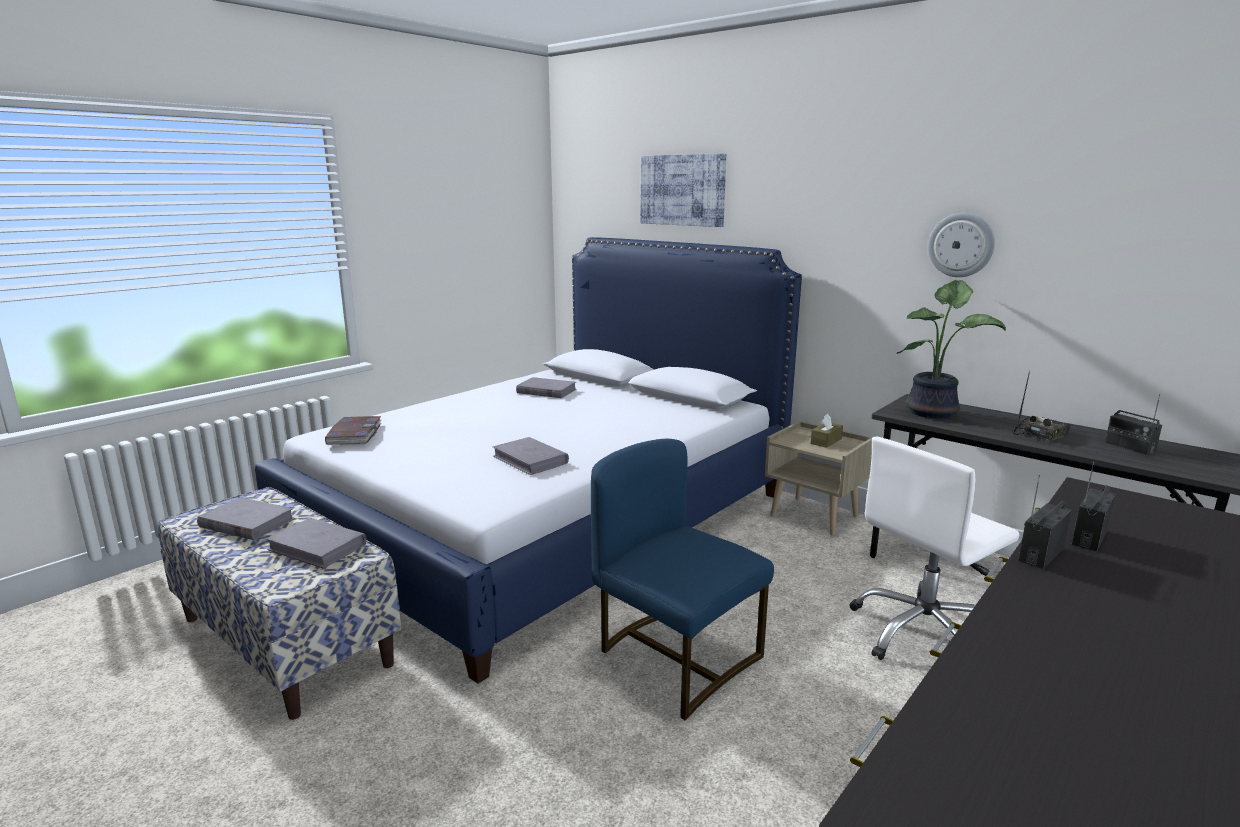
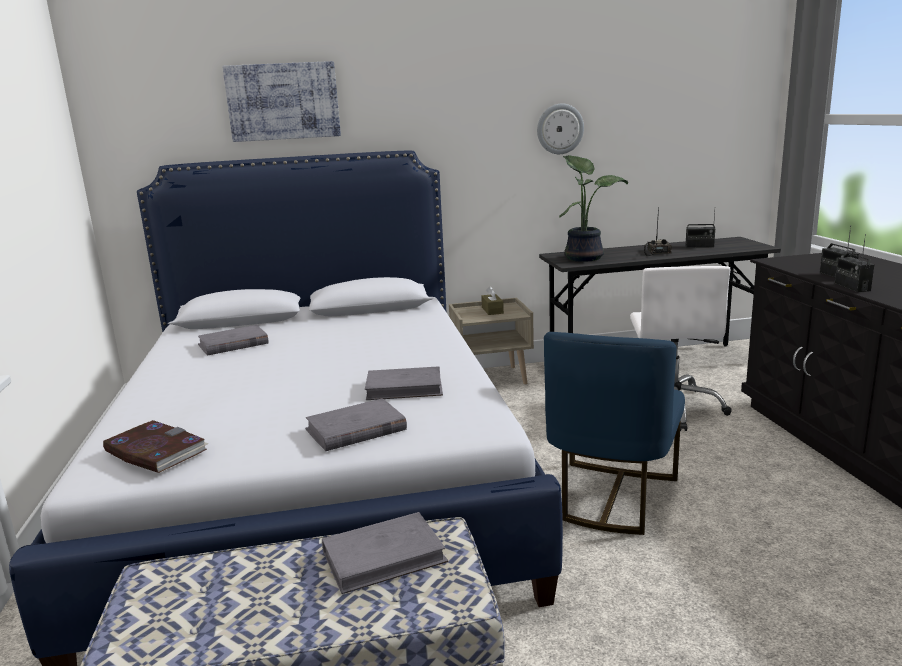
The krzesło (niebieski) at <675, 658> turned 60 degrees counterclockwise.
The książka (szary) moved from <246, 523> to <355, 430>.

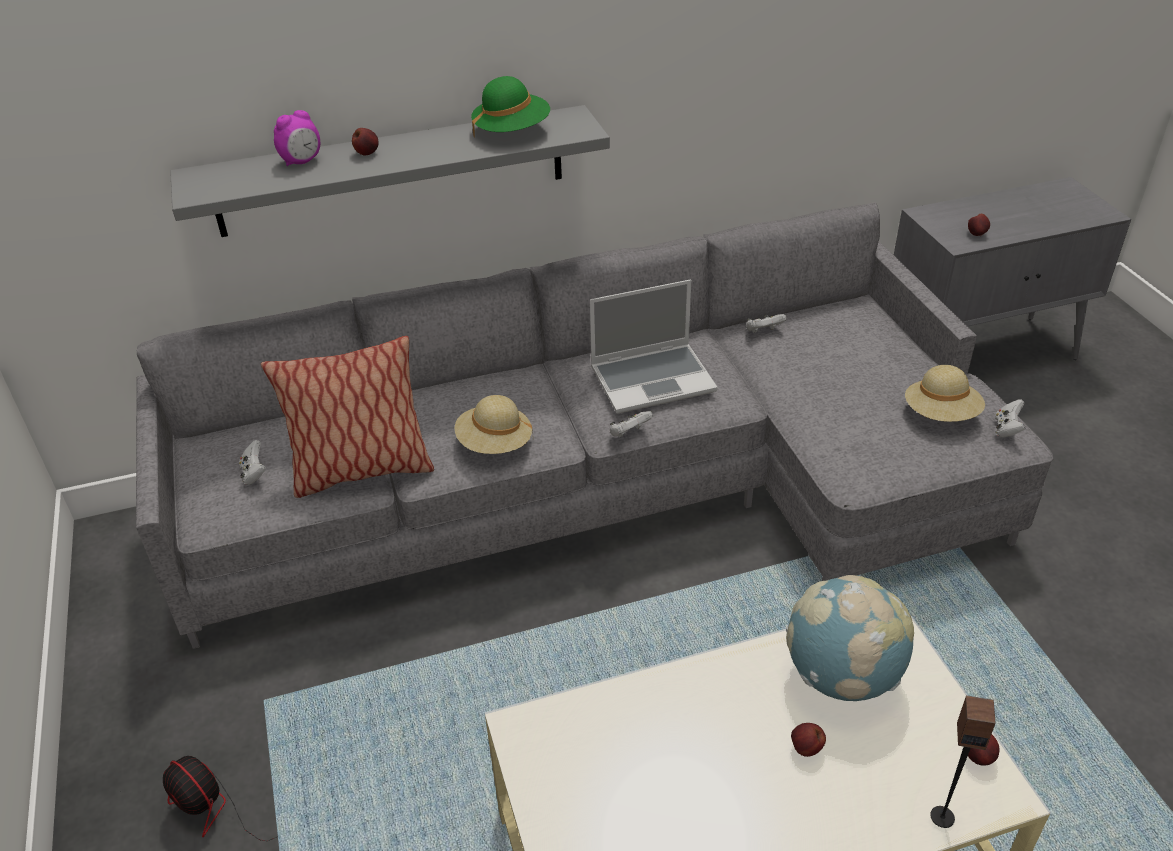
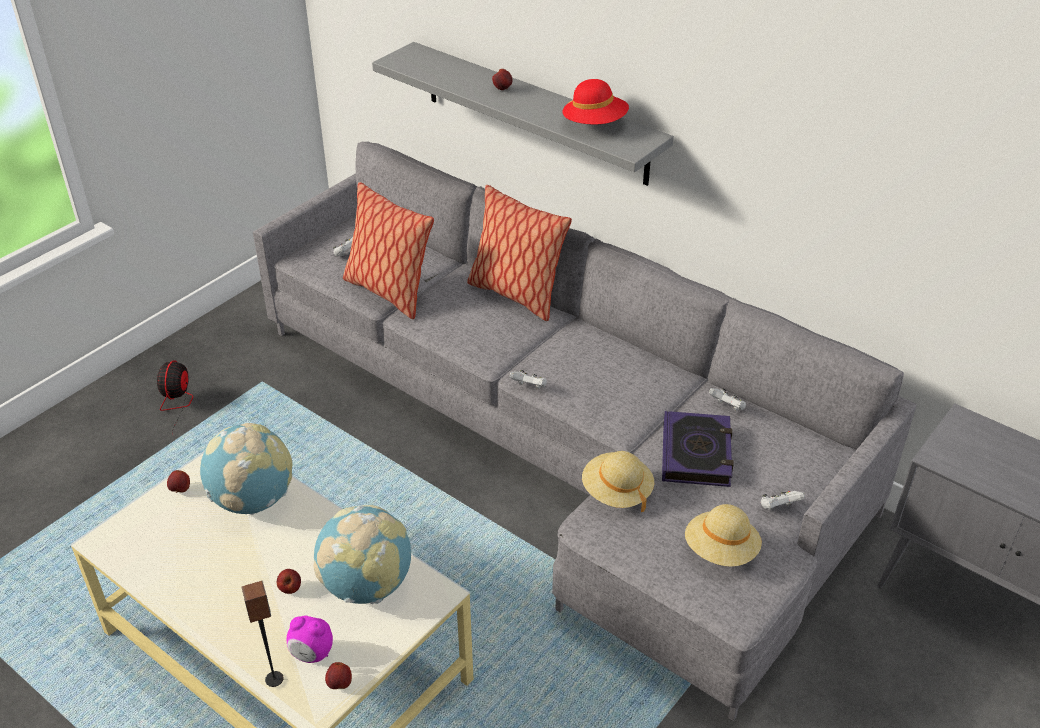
The kapelusz (zielony) at <512, 131> became the kapelusz (czerwony) at <595, 124>.
The budzik moved from <302, 161> to <312, 654>.
The jabłko moved from <977, 234> to <180, 490>.
The laptop at <653, 379> disappeared.
The kapelusz (beżowy) moved from <494, 444> to <616, 492>.
The pad do gier (biały) moved from <1006, 429> to <778, 508>.
The poduszka at <515, 294> appeared.
The książka at <696, 454> appeared.
The globus at <253, 500> appeared.

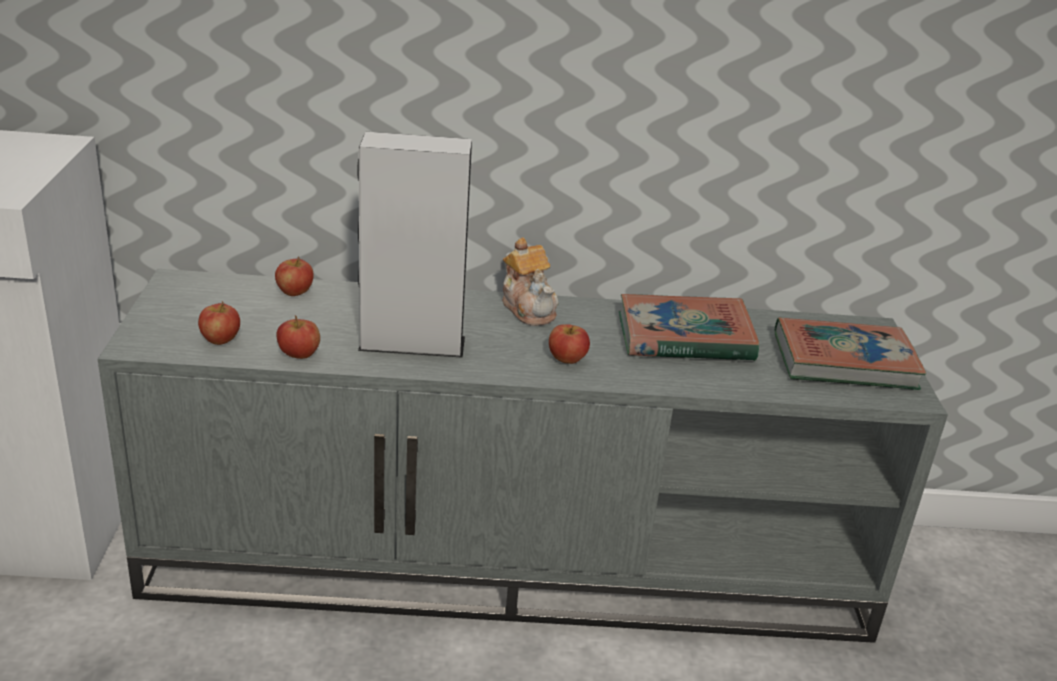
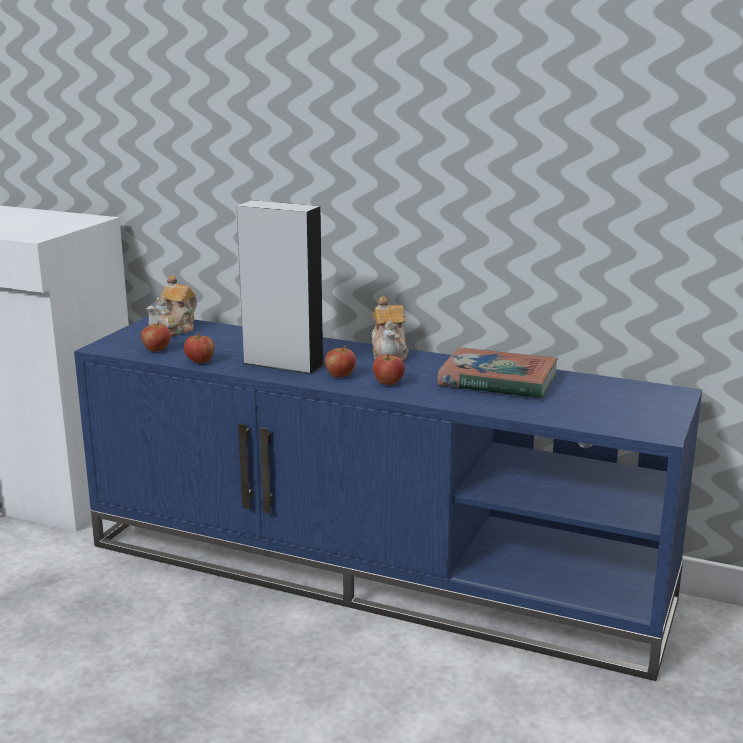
The jabłko moved from <294, 292> to <340, 375>.
The szafka pod telewizor (szary) at <513, 559> became the szafka pod telewizor (niebieski) at <377, 571>.
The książka at <844, 362> disappeared.
The imbryk at <174, 330> appeared.

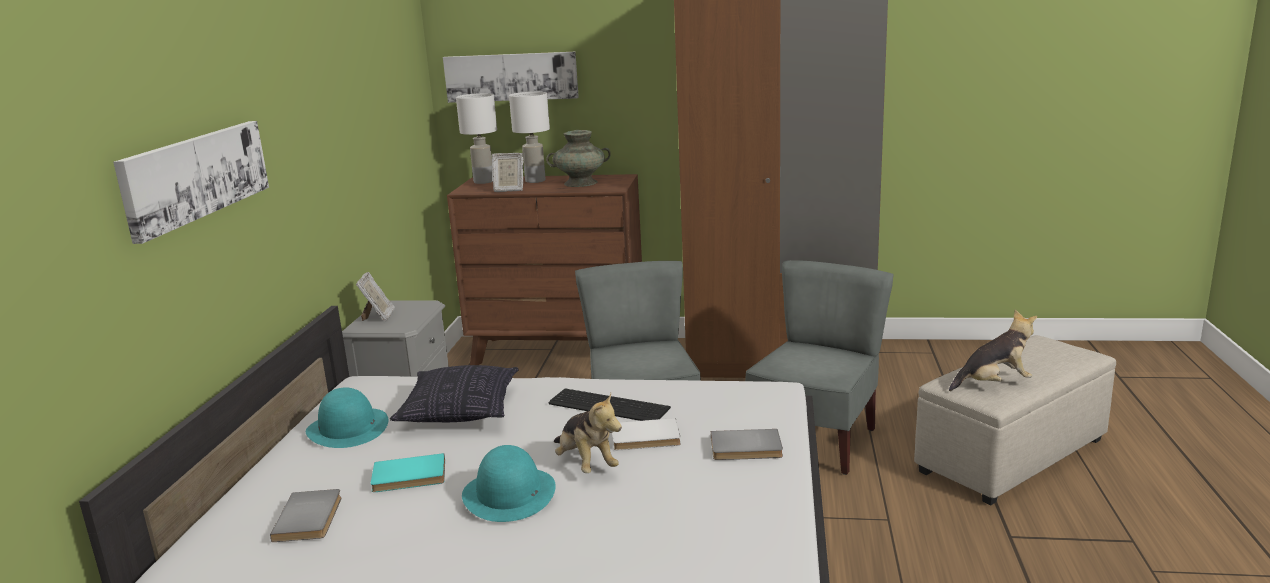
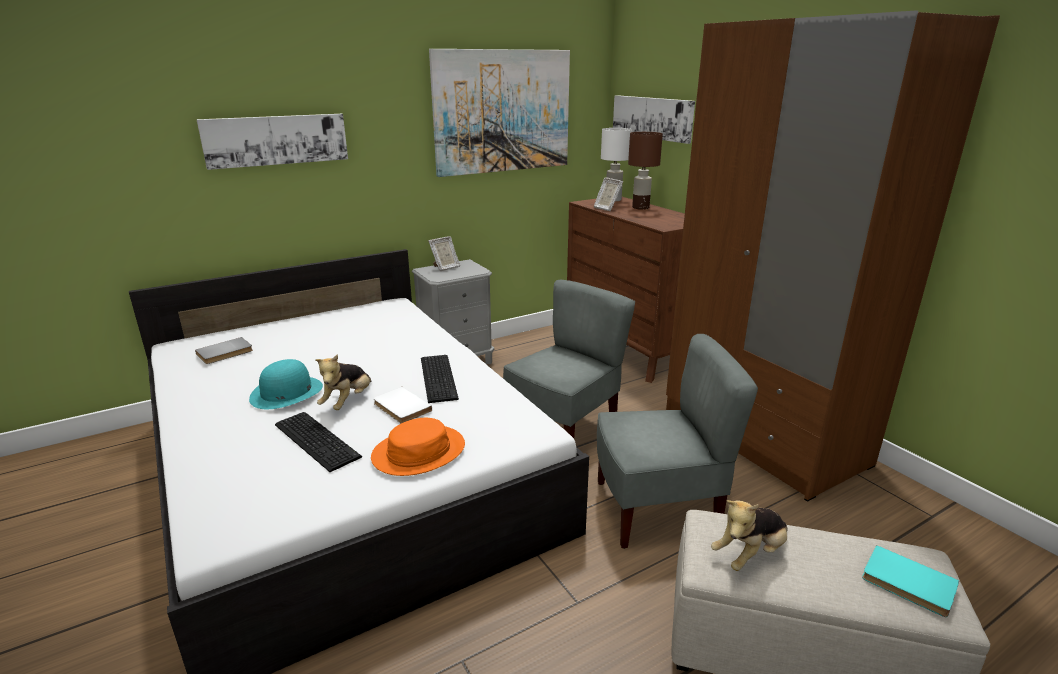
The lampa stołowa (biały) at <535, 181> became the lampa stołowa (brązowy) at <640, 208>.
The wazon (turkusowy) at <580, 183> disappeared.
The pluszak at <994, 383> turned 105 degrees clockwise.
The poduszka at <460, 411> disappeared.
The kapelusz (turkusowy) at <348, 428> disappeared.
The książka (szary) at <746, 449> was replaced by the kapelusz (pomarańczowy) at <418, 452>.
The książka (turkusowy) moved from <409, 477> to <908, 584>.
The obraz at <502, 112> appeared.
The klawiatura at <318, 439> appeared.

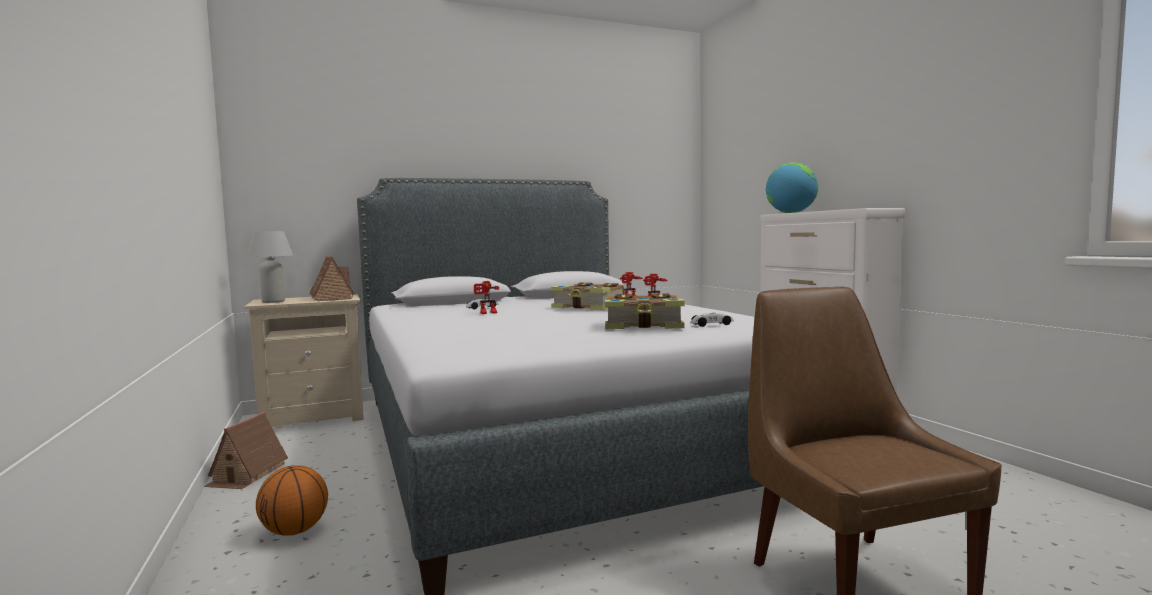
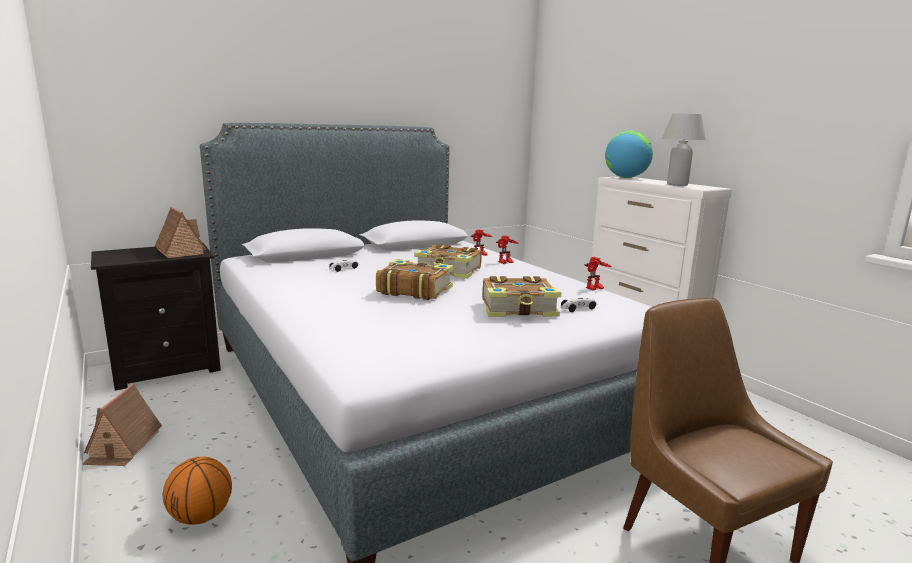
The lampa stołowa (biały) moved from <273, 301> to <677, 184>.
The robot zabawkowy moved from <487, 313> to <595, 289>.
The szafka nocna (beżowy) at <314, 417> became the szafka nocna (czarny) at <167, 368>.
The książka at <414, 290> appeared.

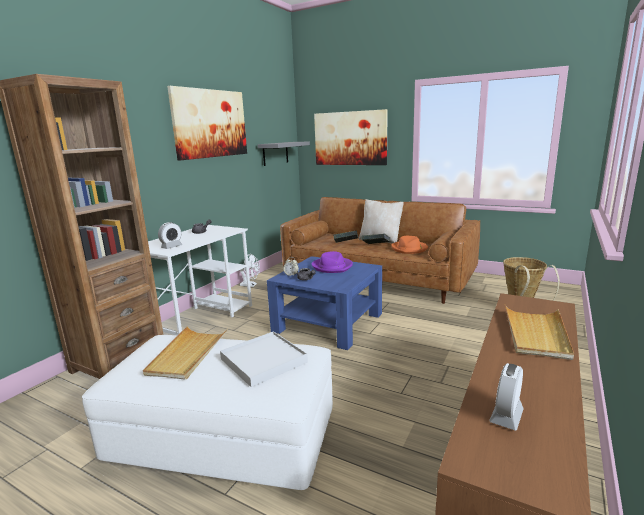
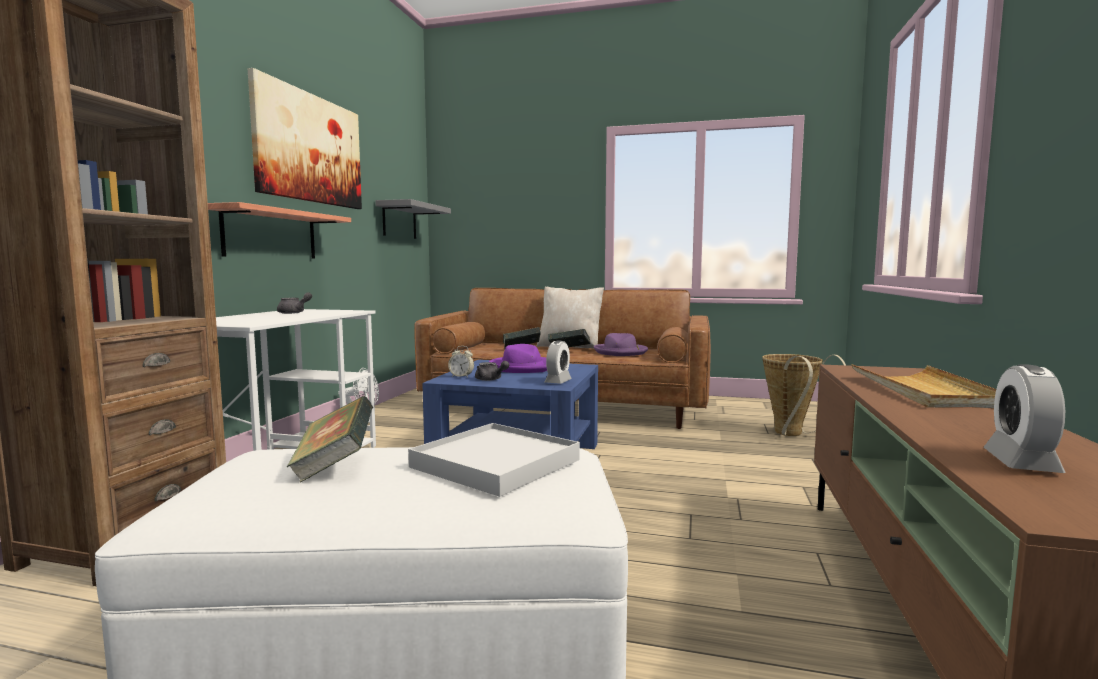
The obraz at <350, 138> disappeared.
The budzik moved from <171, 247> to <558, 381>.
The kapelusz (pomarańczowy) at <409, 249> became the kapelusz (fioletowy) at <621, 352>.
The taca (beżowy) at <188, 354> was replaced by the książka at <334, 466>.
The półka at <271, 234> appeared.

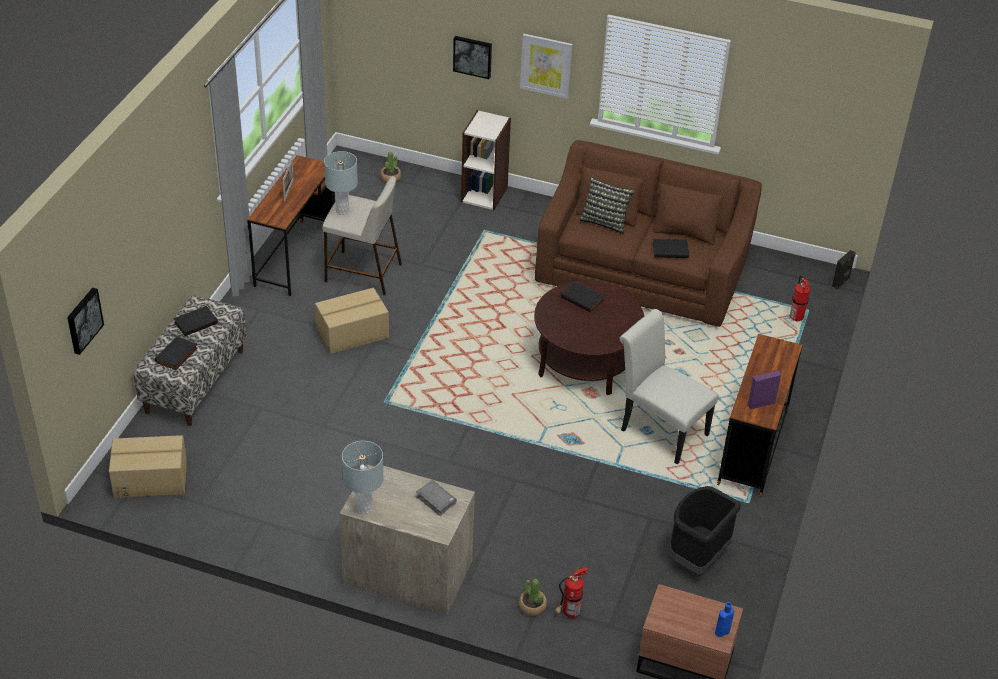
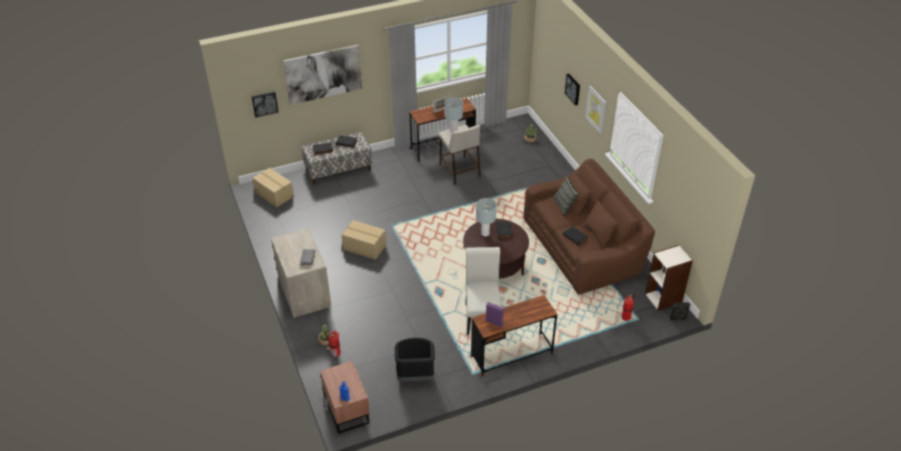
The regał moved from <484, 194> to <664, 298>.
The karton moved from <353, 334> to <364, 247>.
The lampa stołowa (szary) moved from <363, 508> to <485, 233>.
The obraz at <323, 74> appeared.

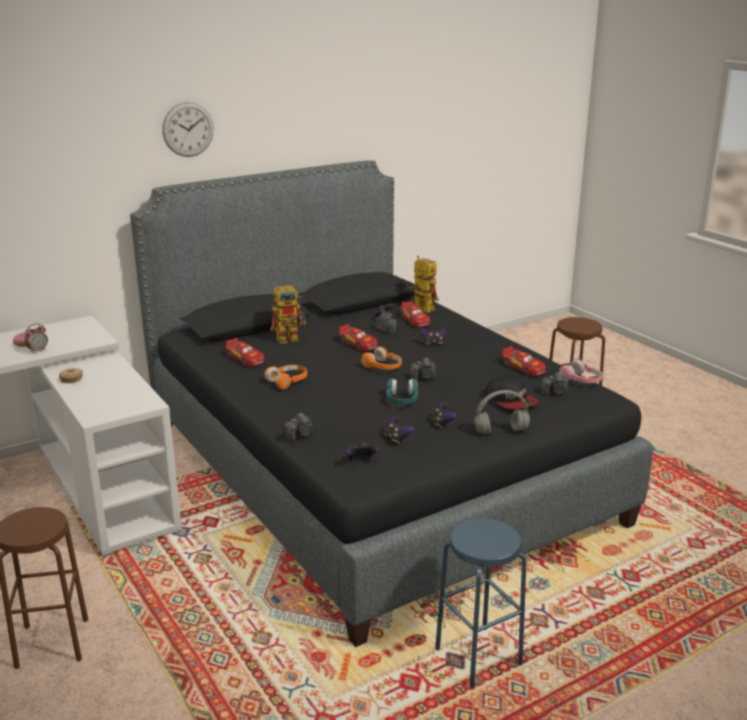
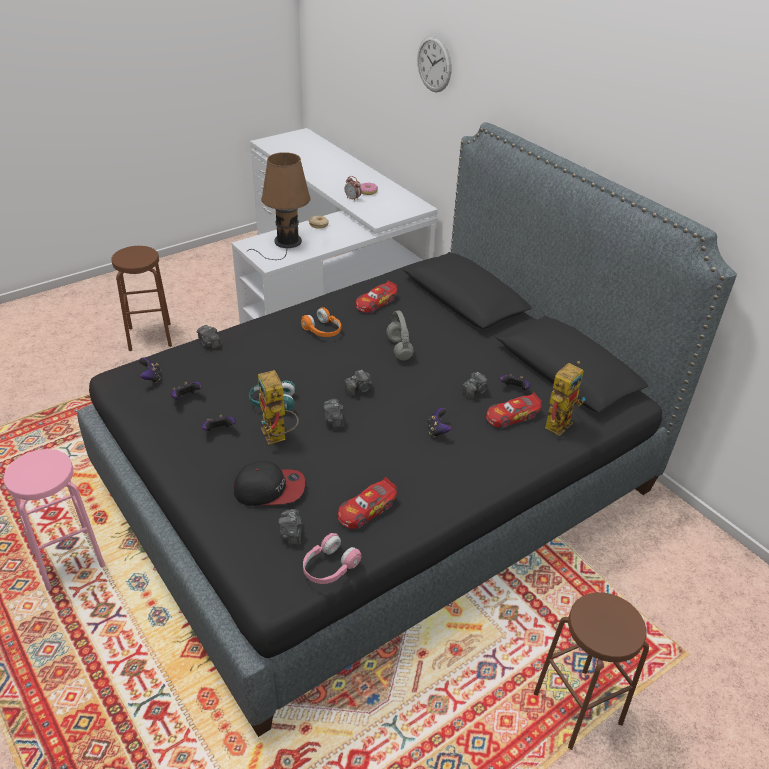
The zegar ścienny moved from <188, 129> to <434, 64>.
The robot zabawkowy moved from <292, 338> to <278, 437>.
The samochodzik at <358, 344> disappeared.
The słuchawki (pomarańczowy) at <383, 367> was replaced by the aparat fotograficzny at <359, 389>.
The czapka z daszkiem at <510, 400> turned 150 degrees counterclockwise.
The słuchawki (szary) moved from <501, 431> to <400, 349>.
The stołek (niebieski) at <478, 656> became the stołek (różowy) at <68, 560>.
The lampa stołowa (brązowy) at <285, 243> appeared.

